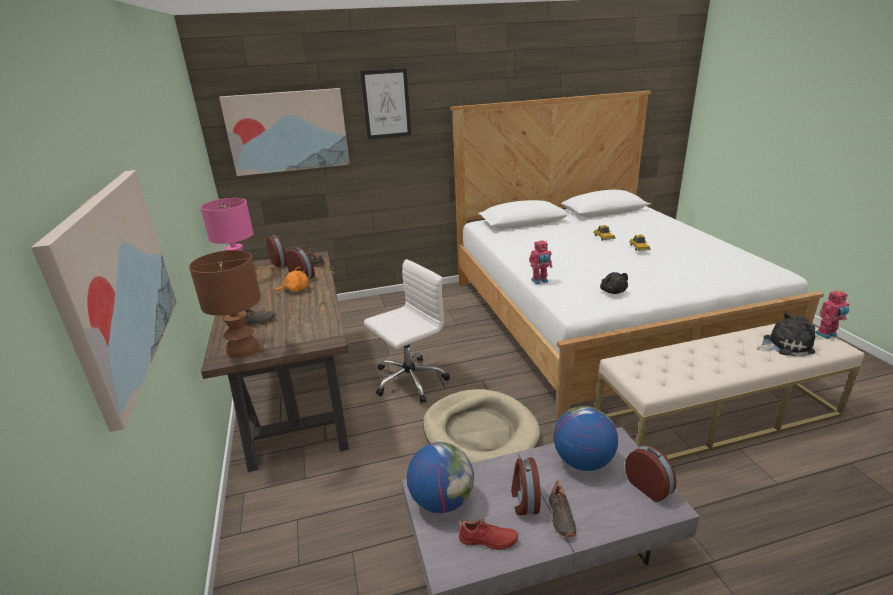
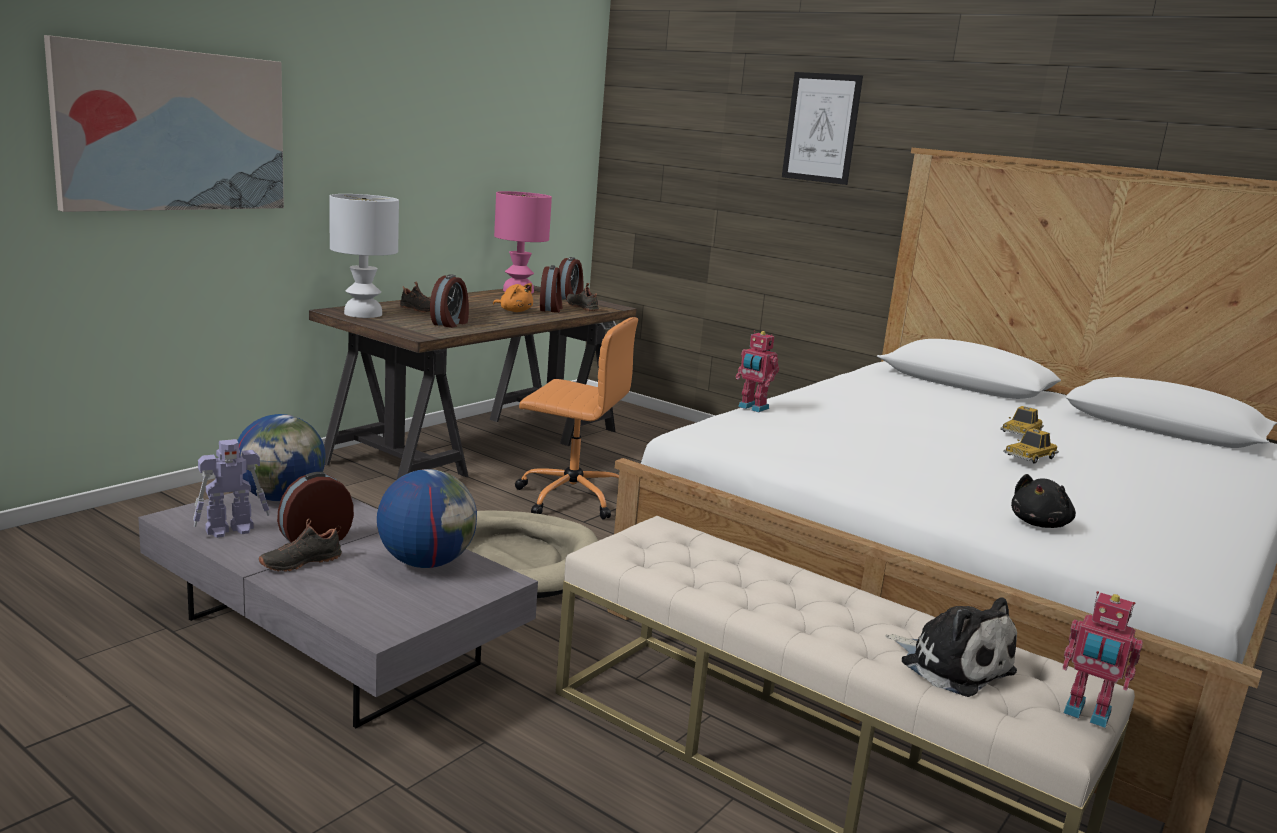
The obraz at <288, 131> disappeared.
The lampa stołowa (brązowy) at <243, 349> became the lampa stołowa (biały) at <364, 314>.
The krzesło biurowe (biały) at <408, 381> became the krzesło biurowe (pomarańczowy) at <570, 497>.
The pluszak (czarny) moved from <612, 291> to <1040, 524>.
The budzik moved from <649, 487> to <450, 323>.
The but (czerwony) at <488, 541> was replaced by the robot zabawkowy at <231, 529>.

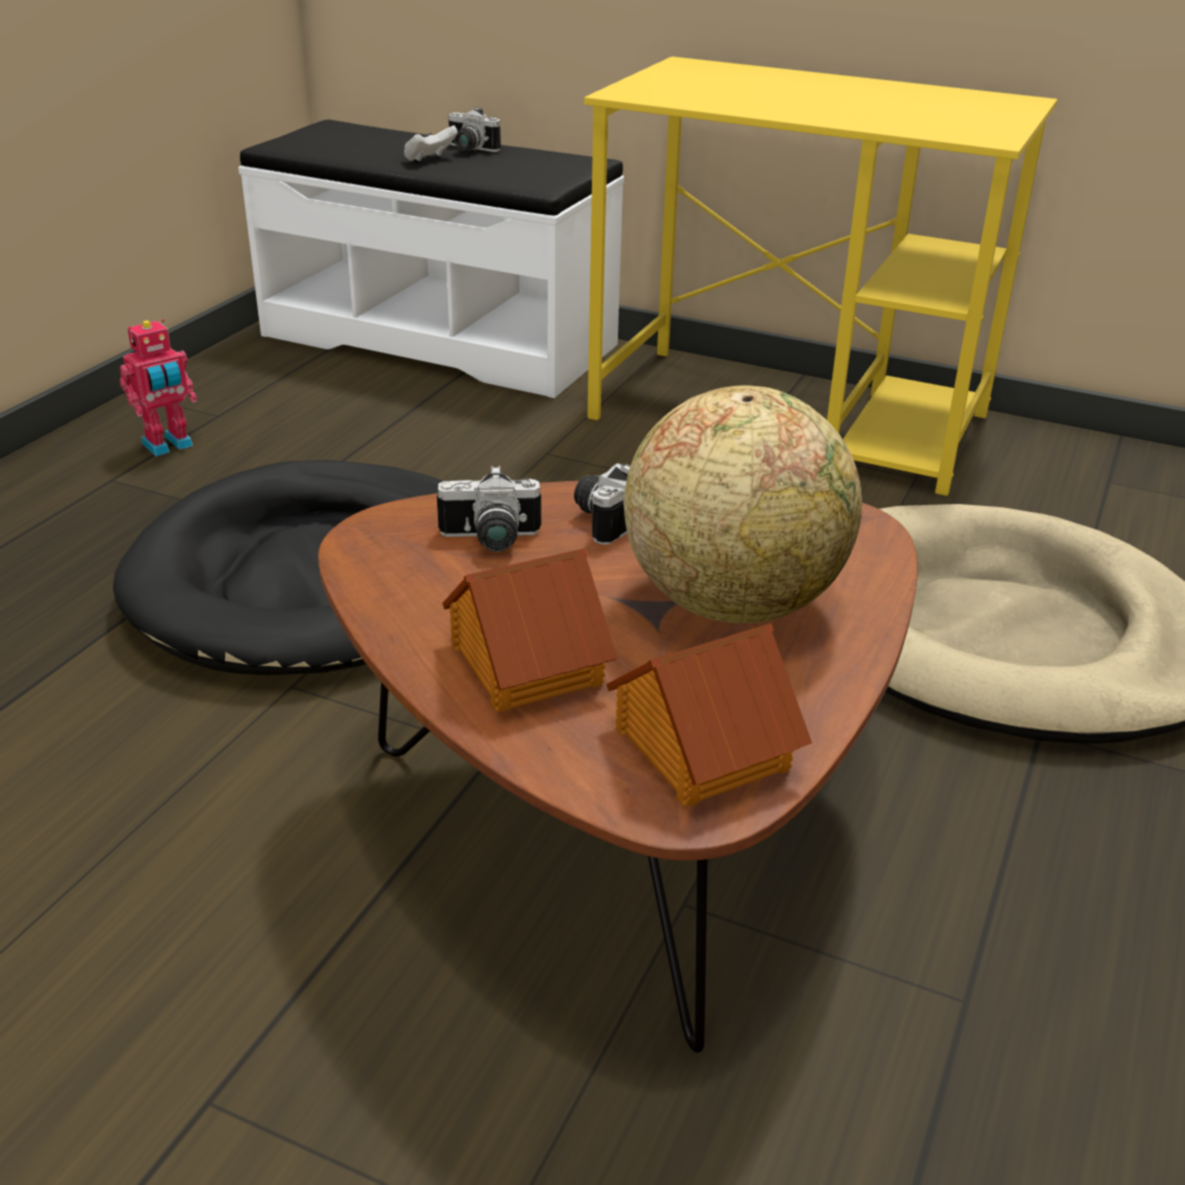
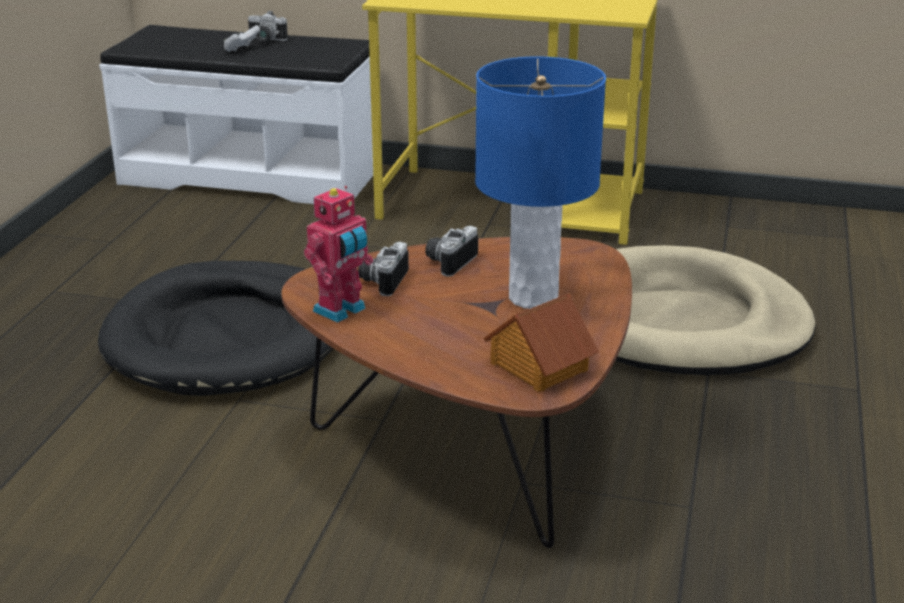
The robot zabawkowy moved from <168, 446> to <341, 311>.
The globus at <733, 602> was replaced by the lampa stołowa (niebieski) at <533, 297>.
The aparat fotograficzny at <490, 541> turned 120 degrees clockwise.
The domek at <524, 664> disappeared.

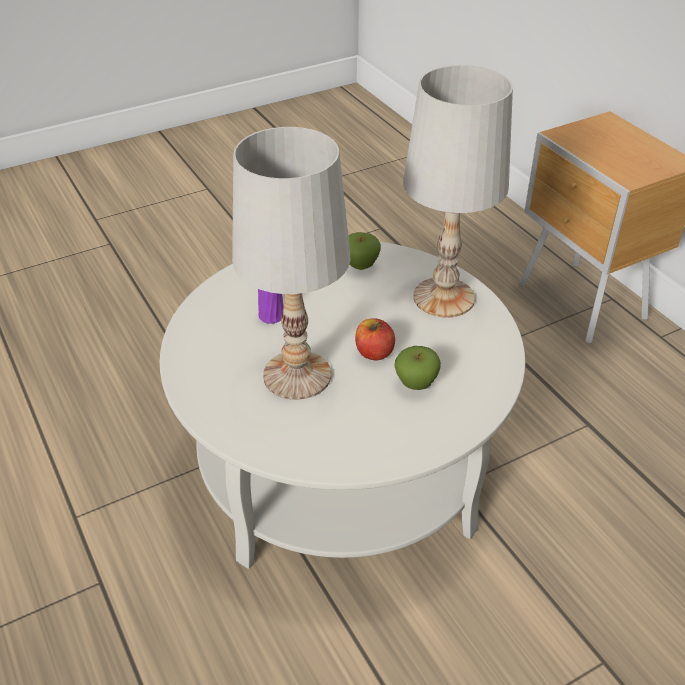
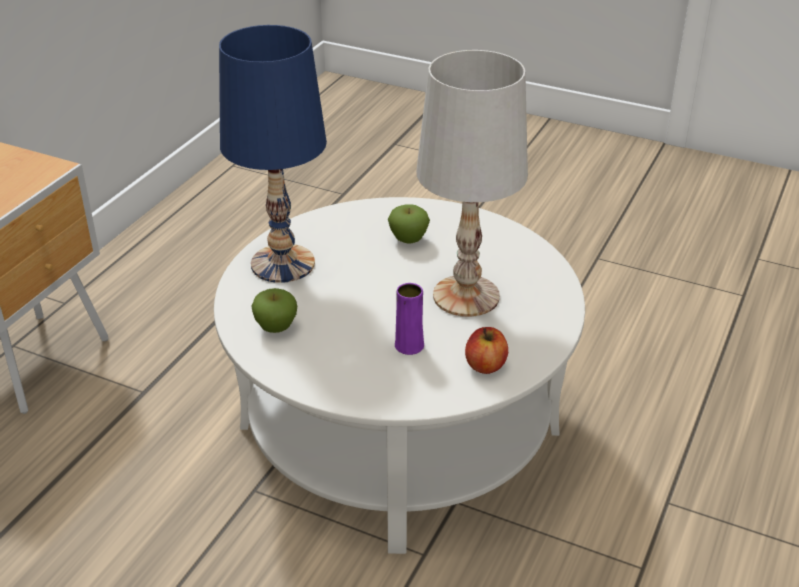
The lampa stołowa (biały) at <443, 297> became the lampa stołowa (niebieski) at <282, 264>.
The jabłko moved from <374, 352> to <485, 365>.

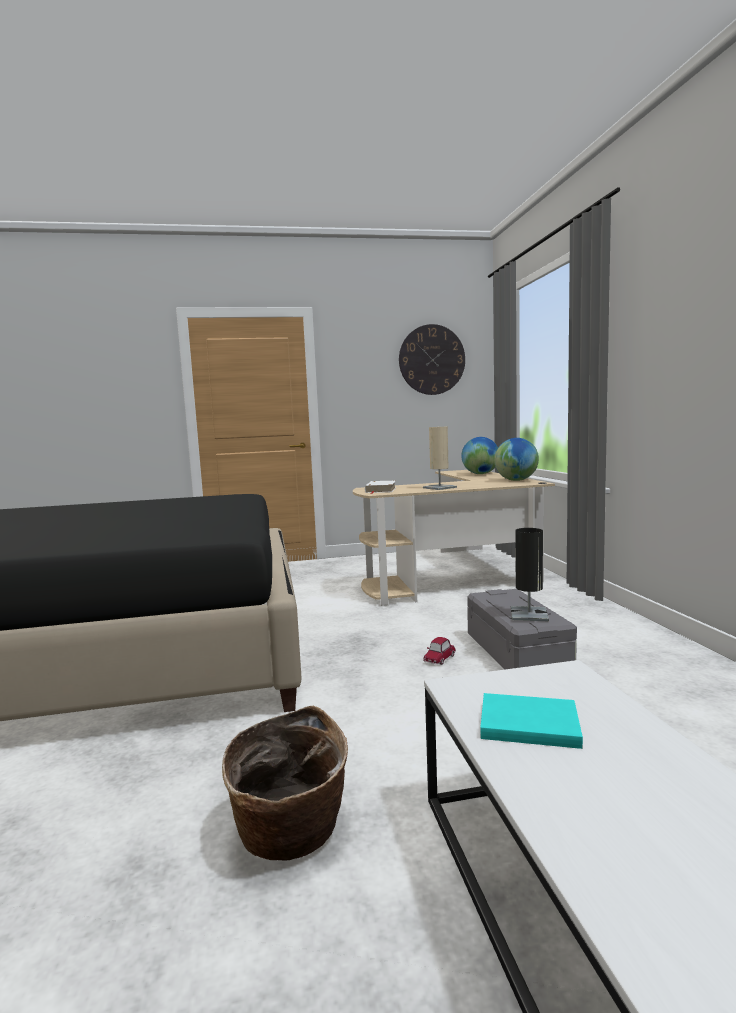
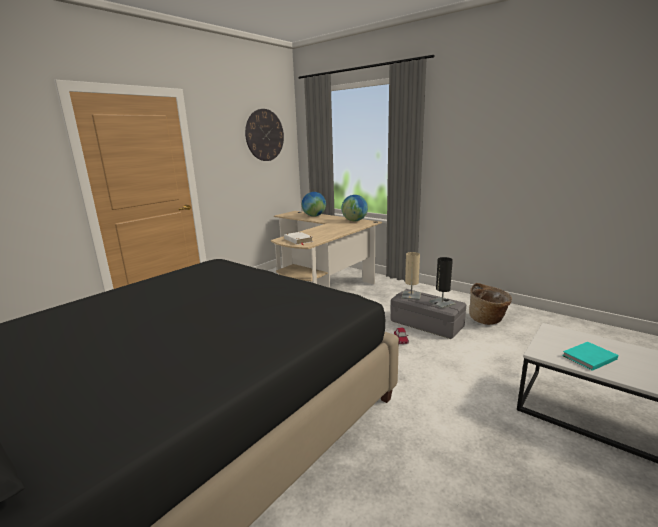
The lampa stołowa (beżowy) moved from <439, 488> to <411, 295>.
The koszyk moved from <291, 836> to <488, 320>.

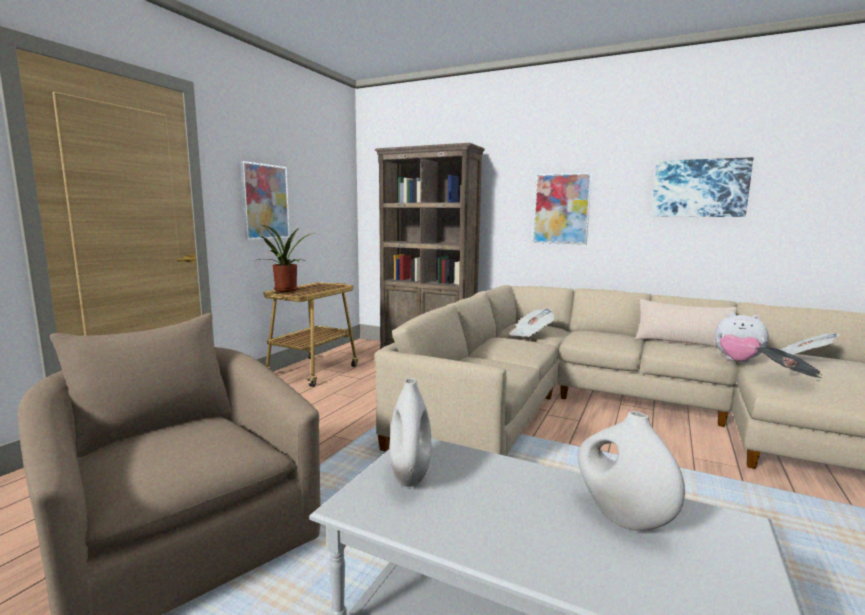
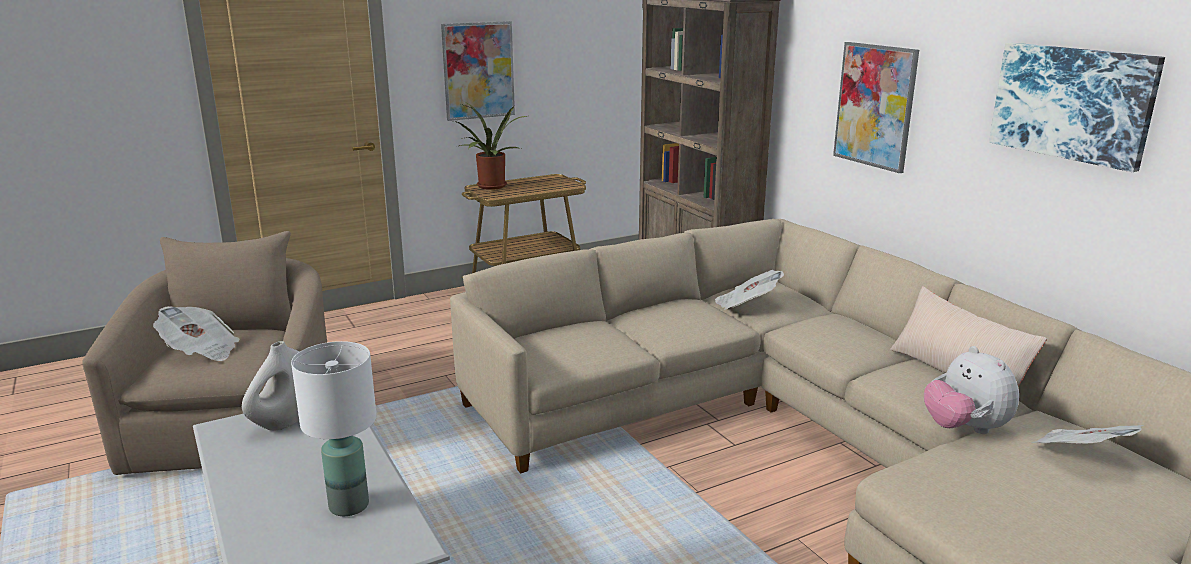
The gazeta moved from <788, 377> to <201, 351>.
The wazon (biały) at <621, 517> was replaced by the lampa stołowa (biały) at <348, 505>.

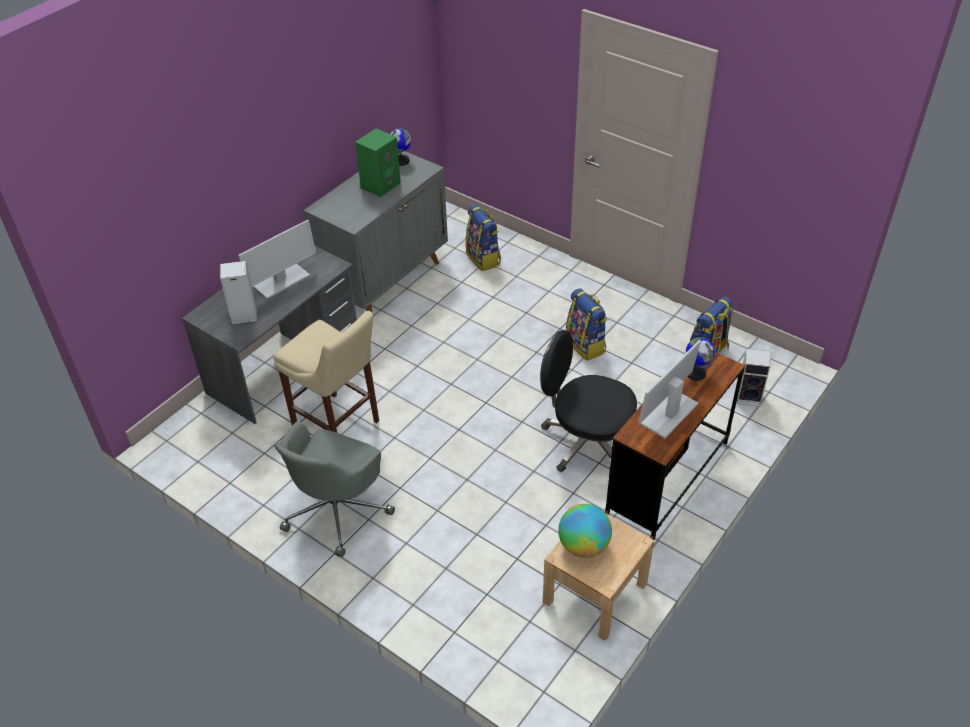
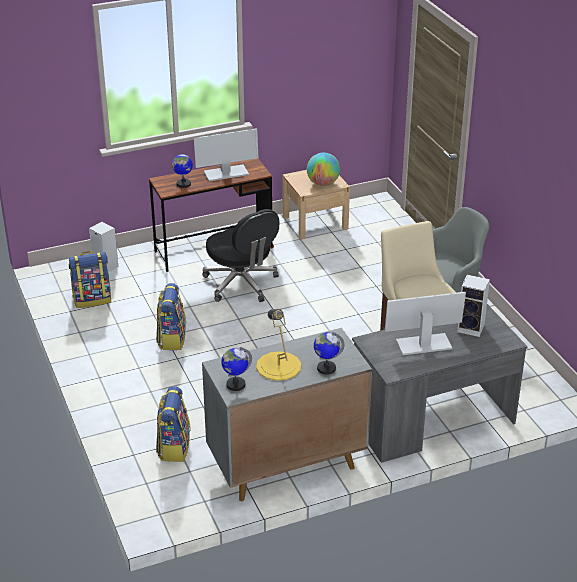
The głośnik (zielony) at <380, 184> was replaced by the lampa stołowa (żółty) at <278, 366>.
The globus at <326, 368> appeared.

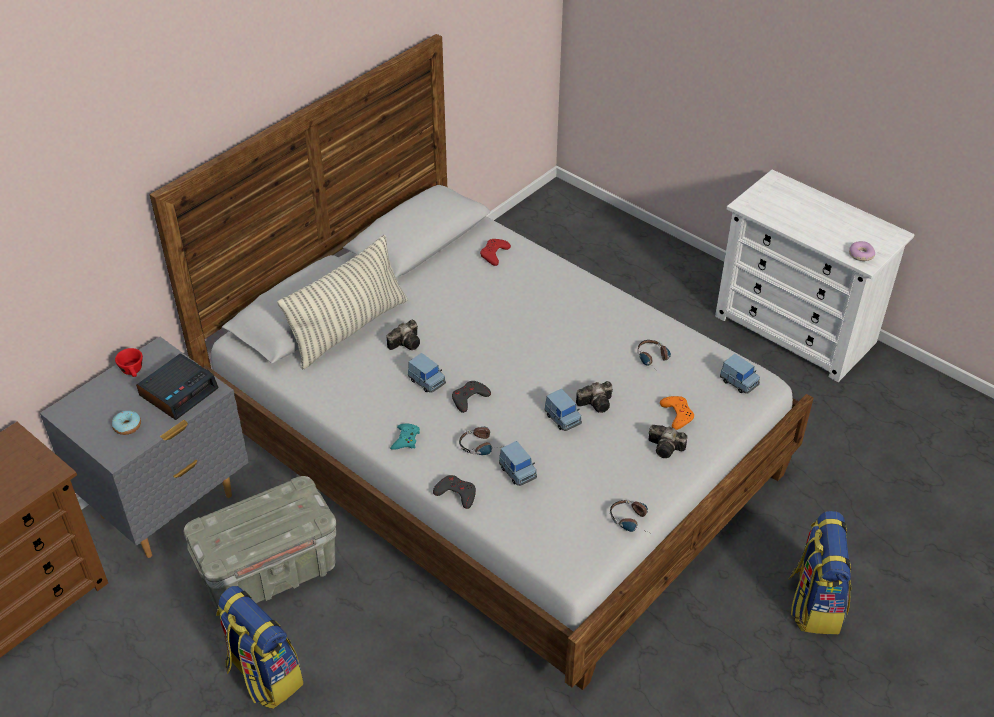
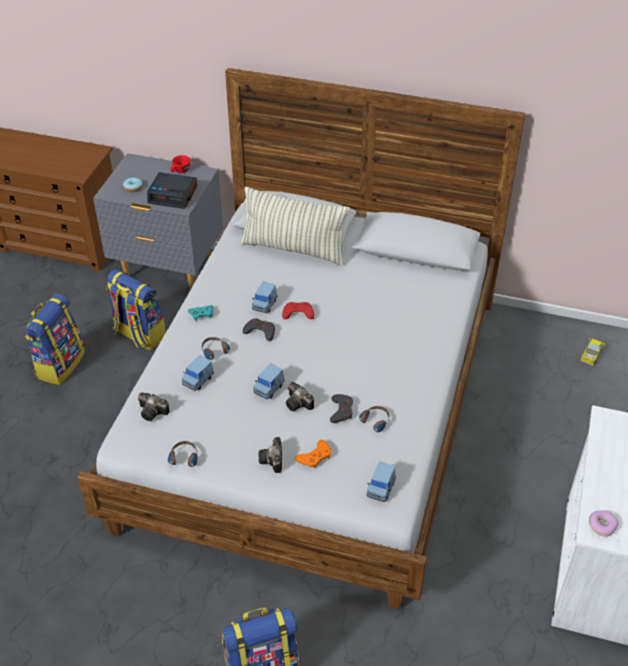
The pad do gier (czerwony) moved from <494, 254> to <298, 313>.
The aparat fotograficzny moved from <407, 342> to <154, 412>.
The pad do gier (szary) moved from <456, 494> to <341, 411>.
The pojemnik do przechowywania (szary) at <269, 573> was replaced by the plecak at <138, 335>.
The ciężarówka zabawkowa at <591, 355> appeared.

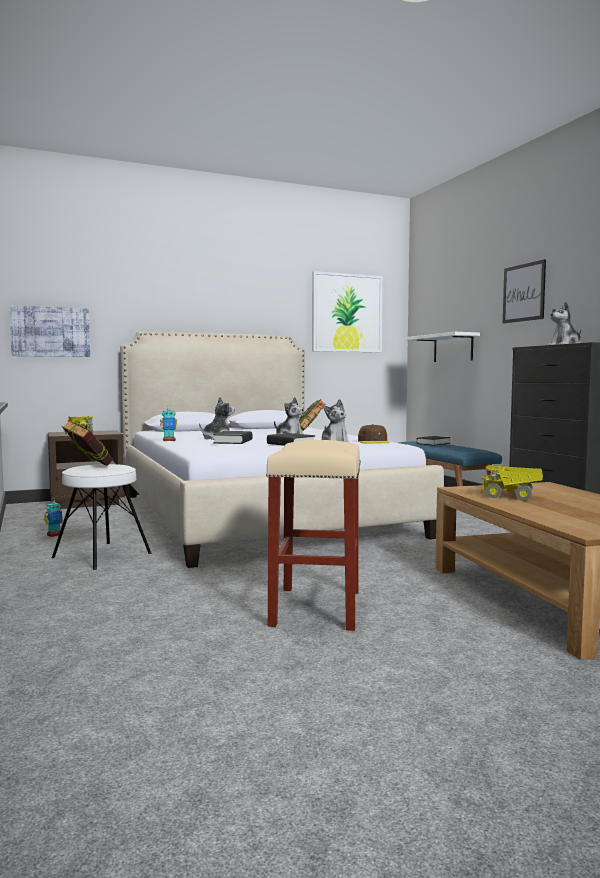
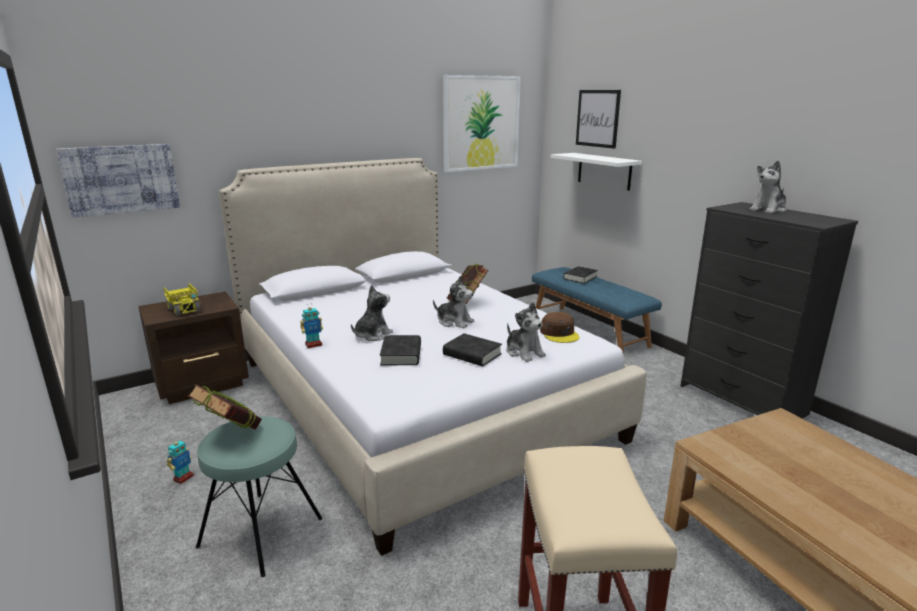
The obraz moved from <524, 292> to <597, 118>.
The stołek (biały) at <102, 555> became the stołek (turkusowy) at <261, 532>.
The ciężarówka zabawkowa at <513, 496> disappeared.

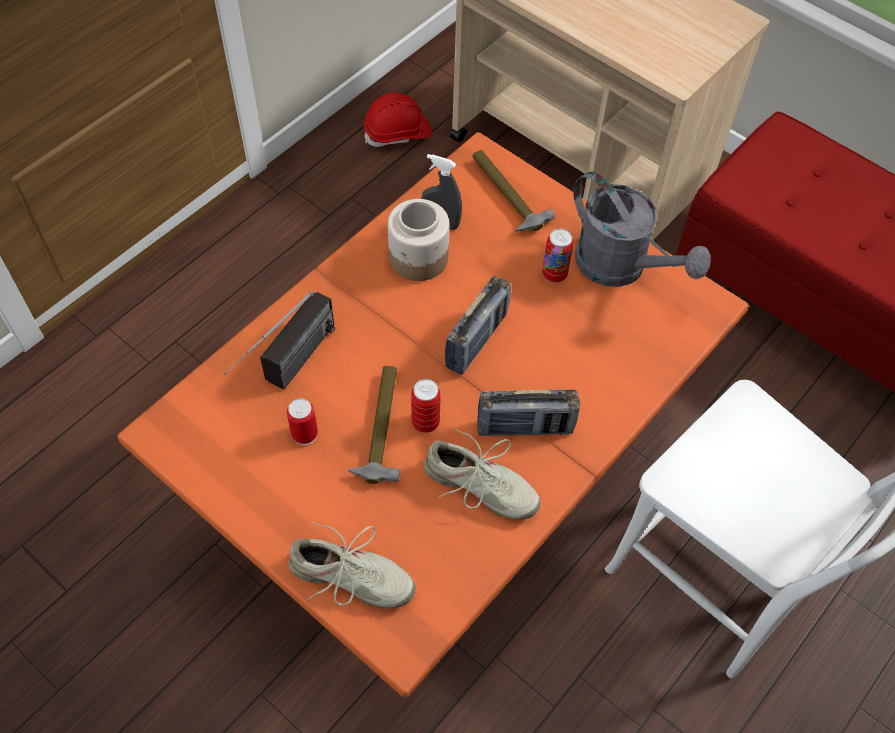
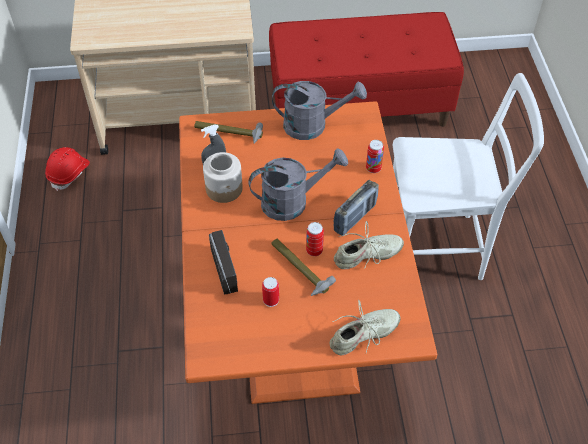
The puszka moved from <554, 274> to <373, 168>.
The radio at <477, 340> was replaced by the konewka (szary) at <293, 201>.

